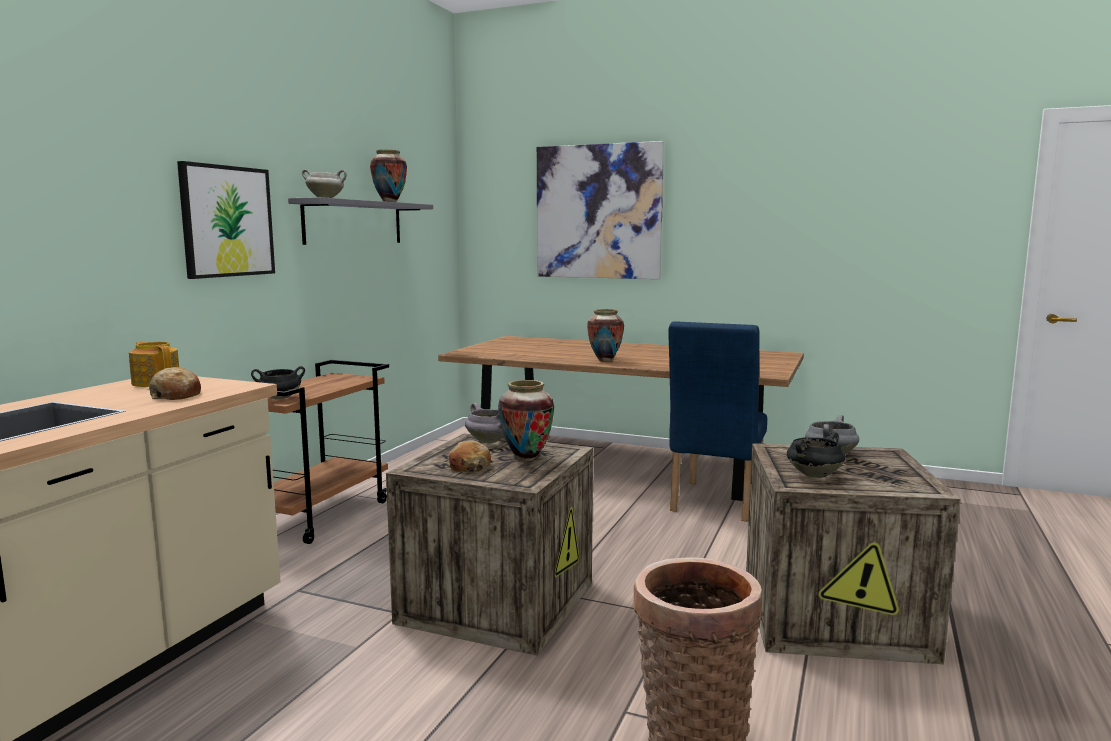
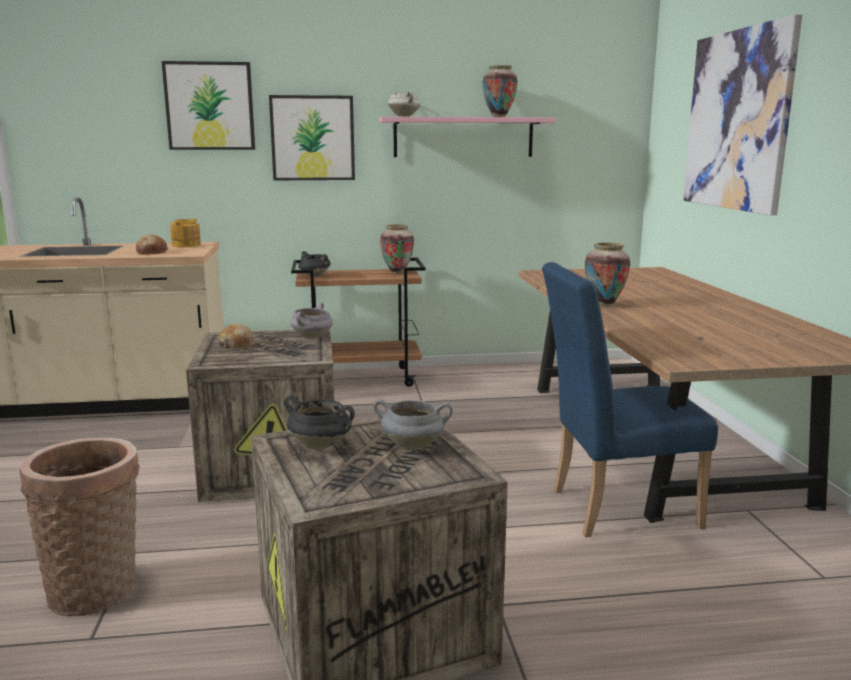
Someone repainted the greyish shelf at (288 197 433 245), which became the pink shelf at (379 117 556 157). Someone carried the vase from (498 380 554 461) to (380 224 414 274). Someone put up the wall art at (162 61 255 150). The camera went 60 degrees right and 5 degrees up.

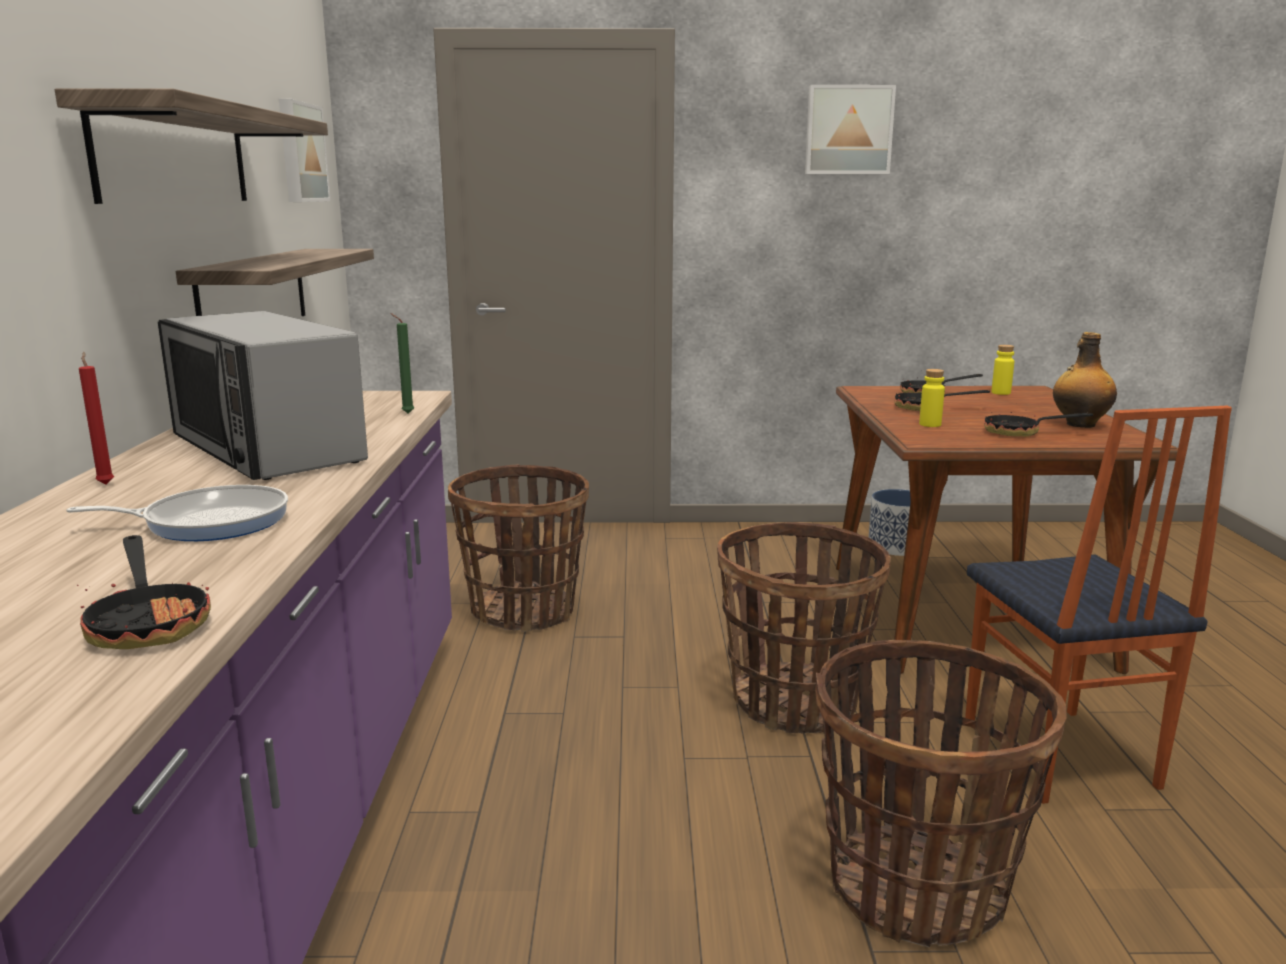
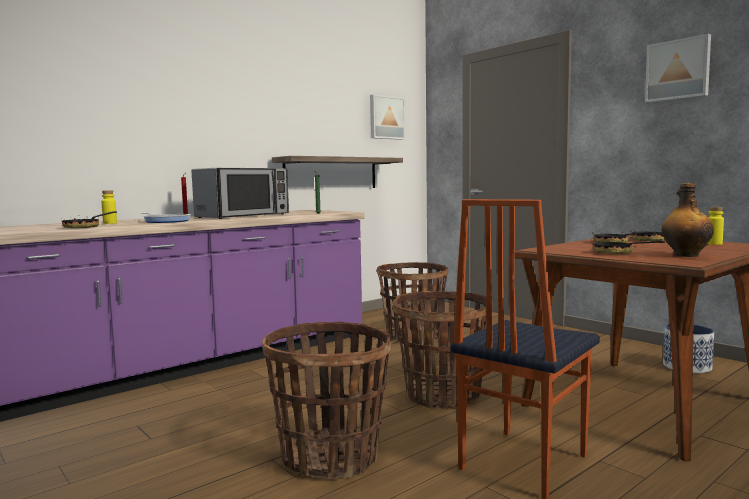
Someone took away the shelf at (55 88 328 204). Someone rotated the kitchen microwave at (158 311 368 480) by 150 degrees counterclockwise. Someone carried the yellowish bottle from (919 369 945 427) to (101 190 117 224). The camera went 50 degrees right and 10 degrees down.

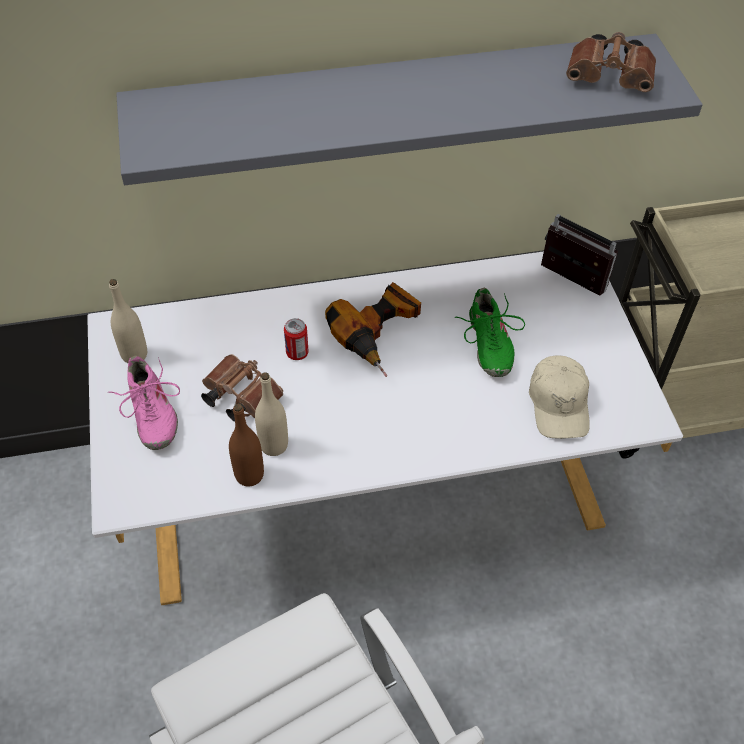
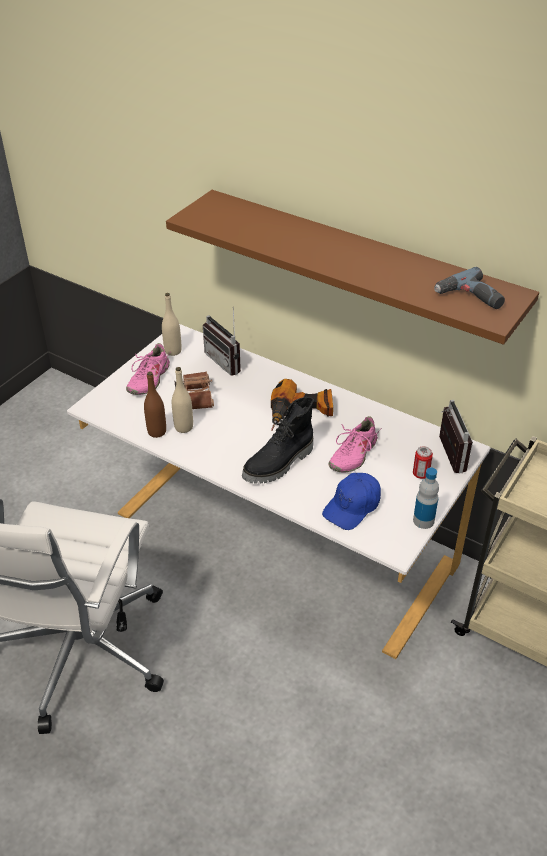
Someone repainted the greyish shelf at (116 34 703 185), which became the brownish shelf at (166 190 539 345). Someone carried the can from (284 318 309 360) to (413 446 433 479). Someone repainted the green-coloured low shoe at (455 288 525 377), which became the pink low shoe at (328 416 381 472). Someone repainted the beige baseball cap at (529 355 590 439), which became the blue baseball cap at (322 473 381 530). Someone swapped the brownish binoculars at (566 32 656 92) for the electric drill at (434 267 505 309). Someone put down the radio receiver at (203 307 241 376). Someone put down the black high-top boot at (242 397 314 483). Someone put down the bottle at (413 468 439 529). The camera went 45 degrees right and 10 degrees down.

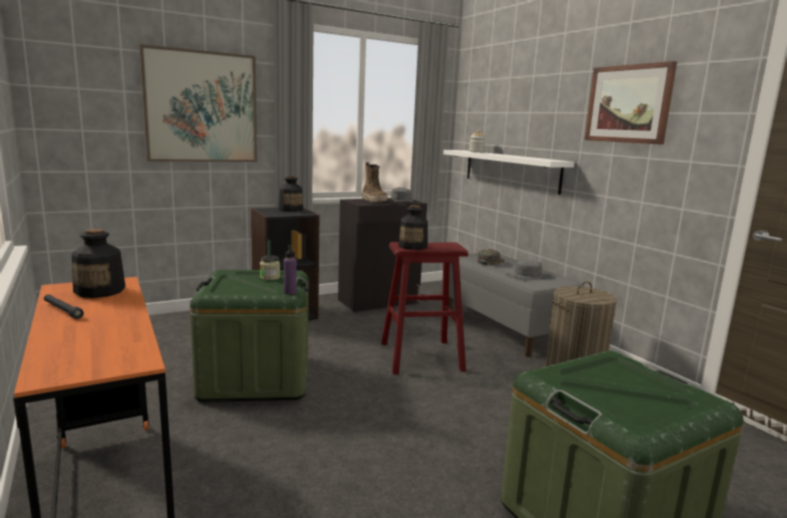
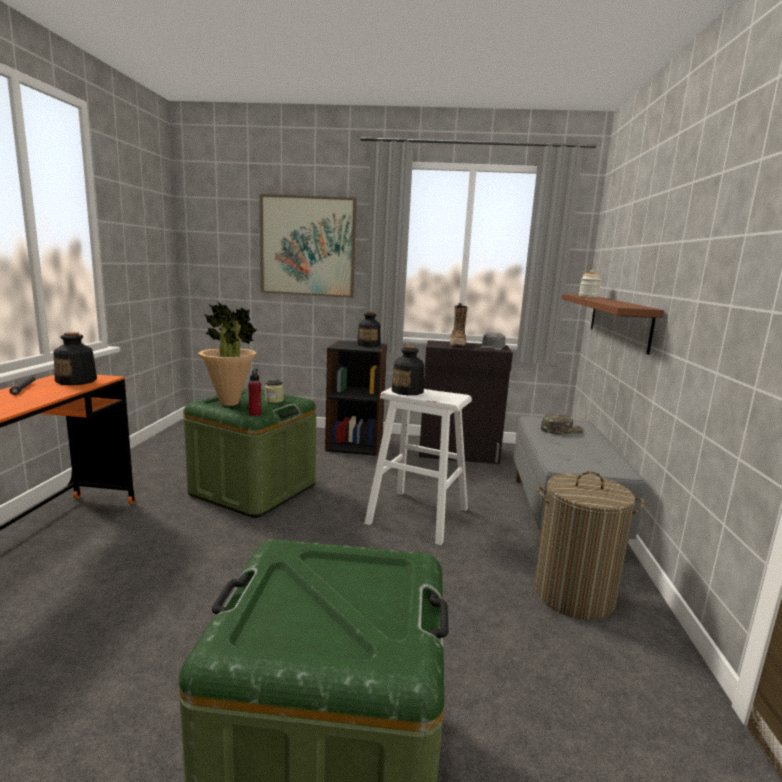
Someone repainted the purple-coloured bottle at (283 245 297 295), which became the reddish bottle at (248 369 262 416). Someone repainted the reddish sitting stool at (381 242 468 375), which became the white sitting stool at (364 387 472 545). Someone repainted the white shelf at (443 150 574 195), which became the brownish shelf at (562 294 664 355). Someone took away the greyish baseball cap at (505 260 542 279). Someone took away the wall art at (585 61 677 145). Someone put down the plant in a pot at (199 301 257 406). The camera went 35 degrees right and 0 degrees up.

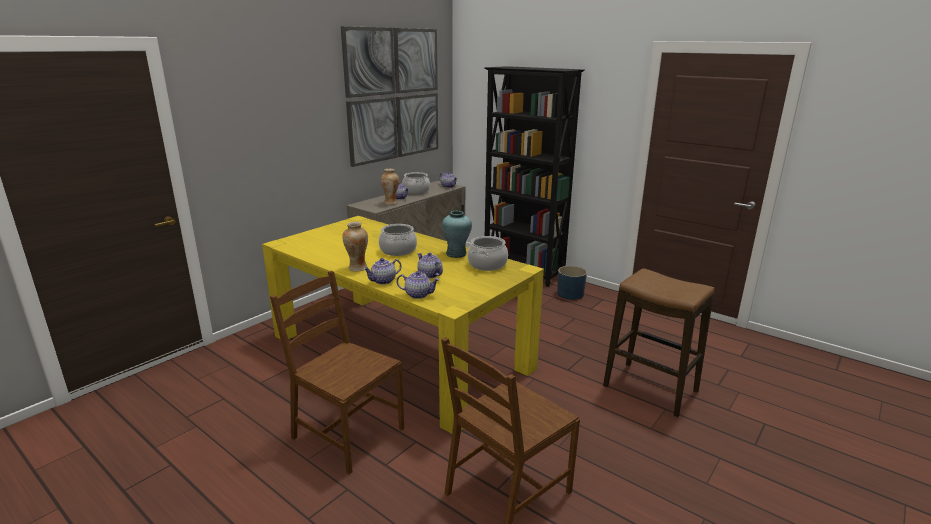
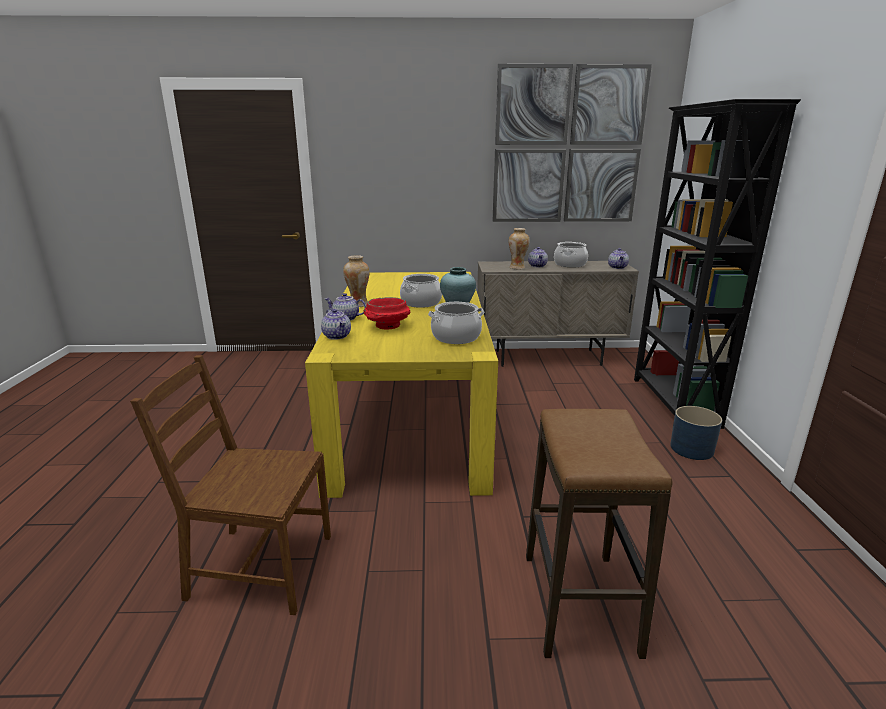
Someone took away the brownish upright chair at (270 271 404 475). Someone swapped the pot for tea at (417 253 443 279) for the reddish bowl at (364 297 410 329). The camera went 50 degrees right and 0 degrees up.

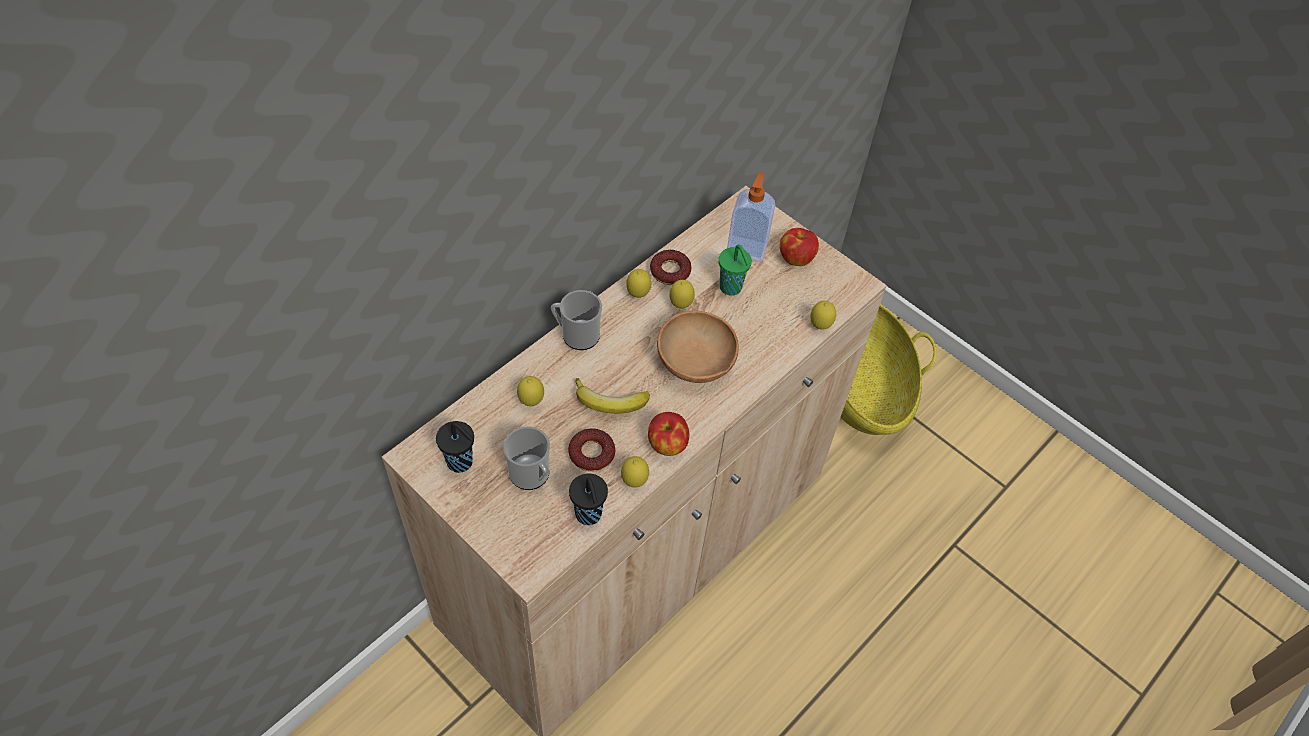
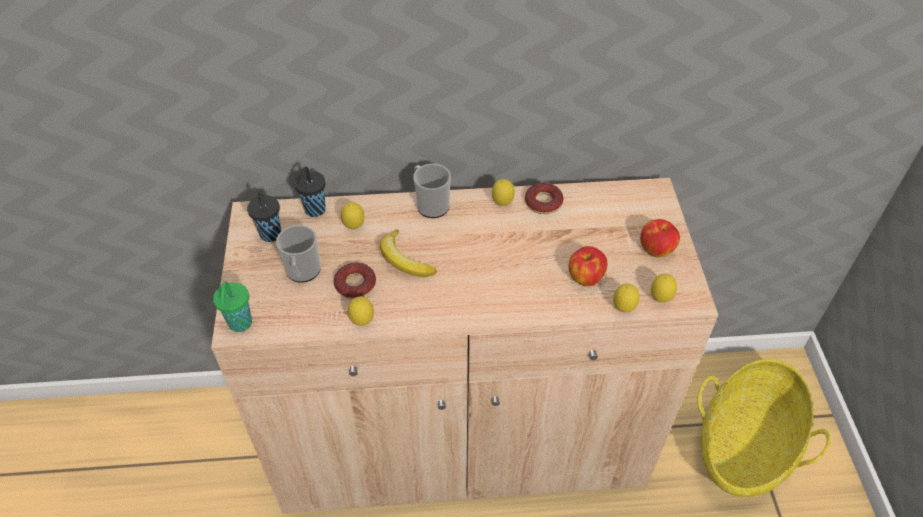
Someone carried the black drinking cup from (569 474 608 525) to (294 166 326 217). Someone carried the apple fruit from (648 412 689 456) to (569 246 608 286). Someone took away the brownish bowl at (657 311 739 383). Someone carried the whole lemon from (669 280 695 308) to (651 274 677 303). Someone carried the green-coloured drinking cup from (719 244 752 296) to (213 282 252 332). Someone took away the soap bottle at (727 172 775 262). The camera went 45 degrees right and 5 degrees down.

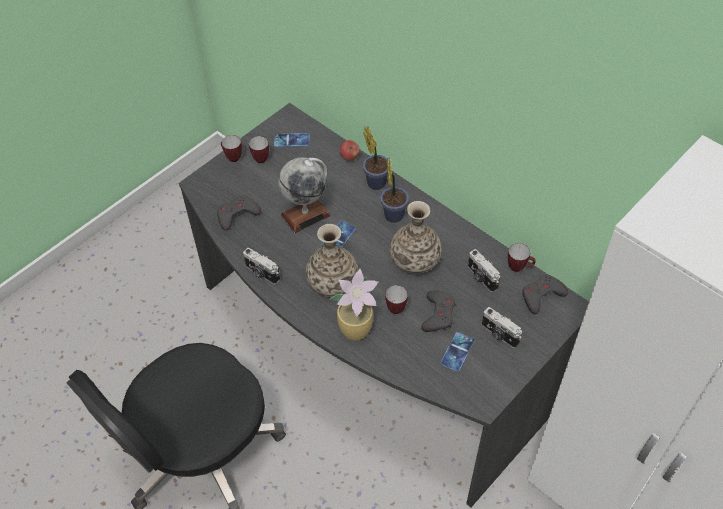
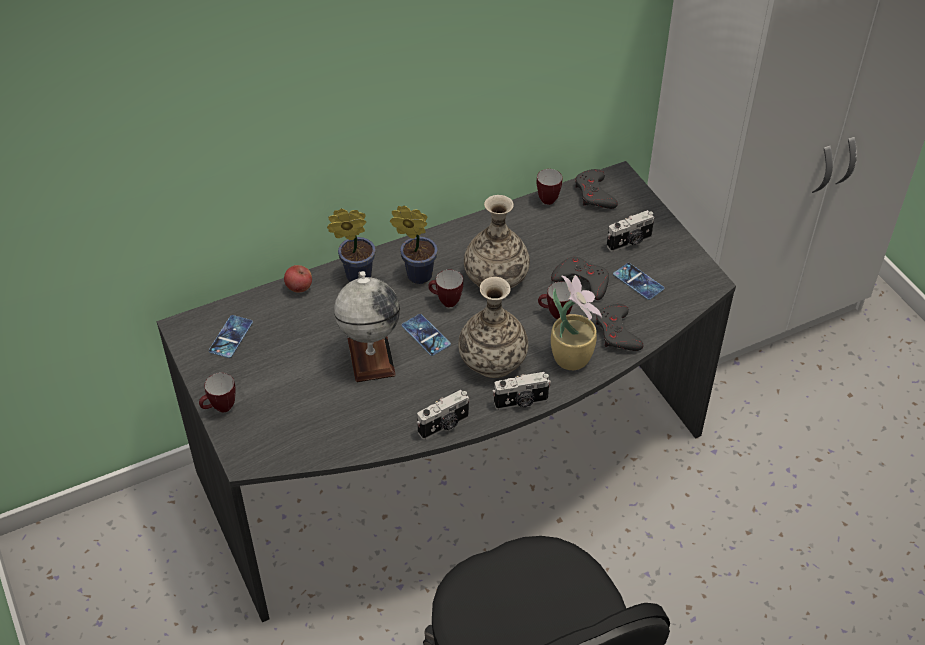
Someone carried the greyish joypad from (217 196 261 231) to (596 304 644 351). Someone carried the tea mug from (249 136 269 163) to (428 270 463 307). Someone carried the photo camera from (468 249 500 292) to (493 372 551 410). The camera went 70 degrees left and 5 degrees down.

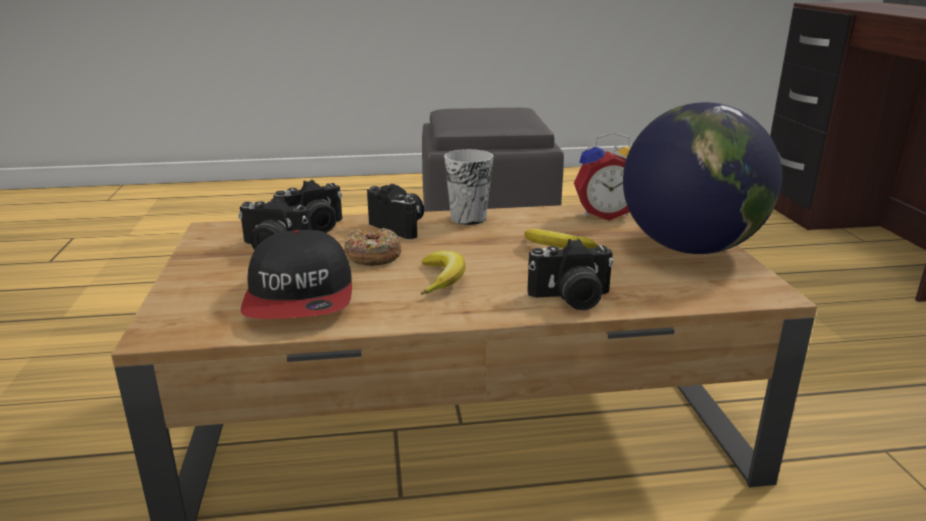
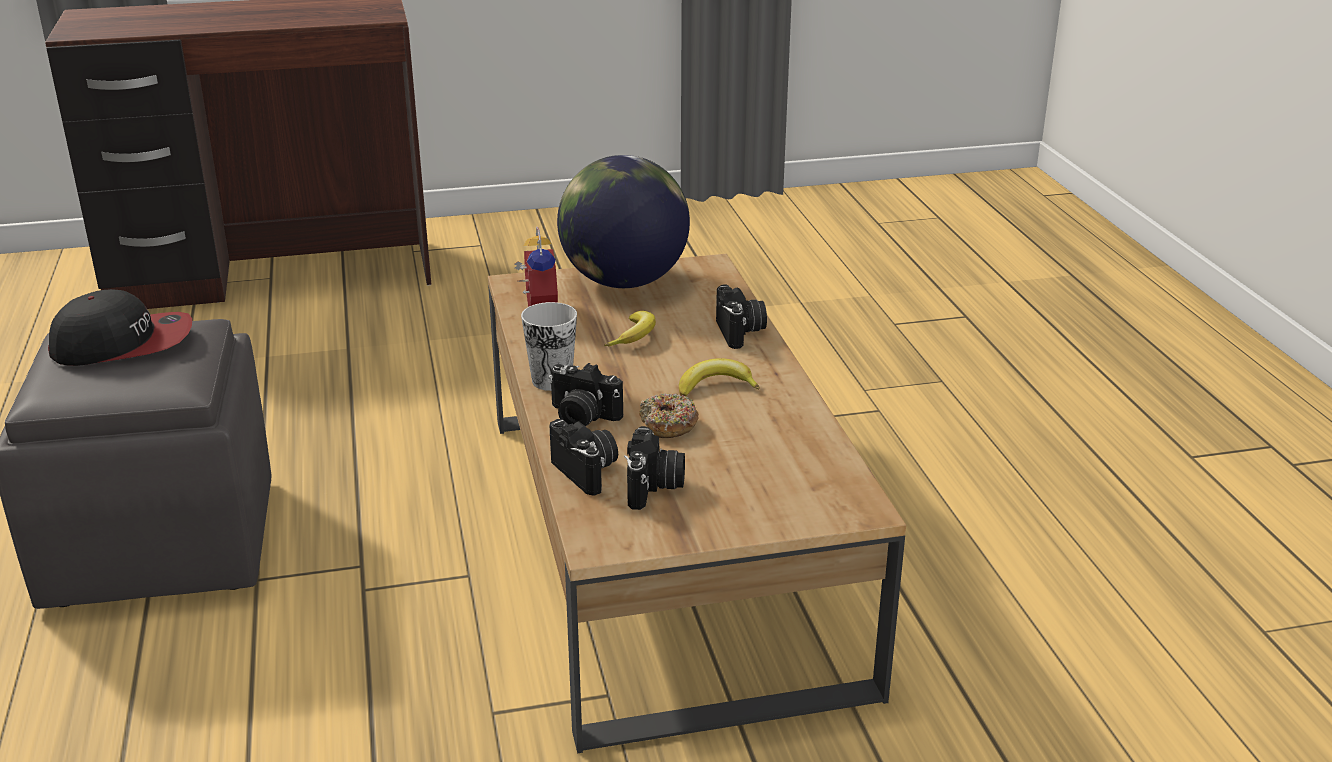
Someone carried the baseball cap from (241 230 352 319) to (48 289 192 366). Someone rotated the photo camera at (367 184 424 239) by 105 degrees counterclockwise. The camera went 95 degrees left and 5 degrees up.

